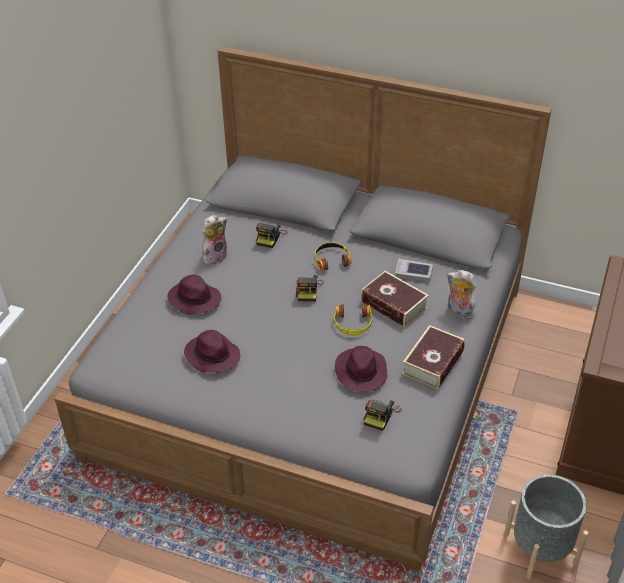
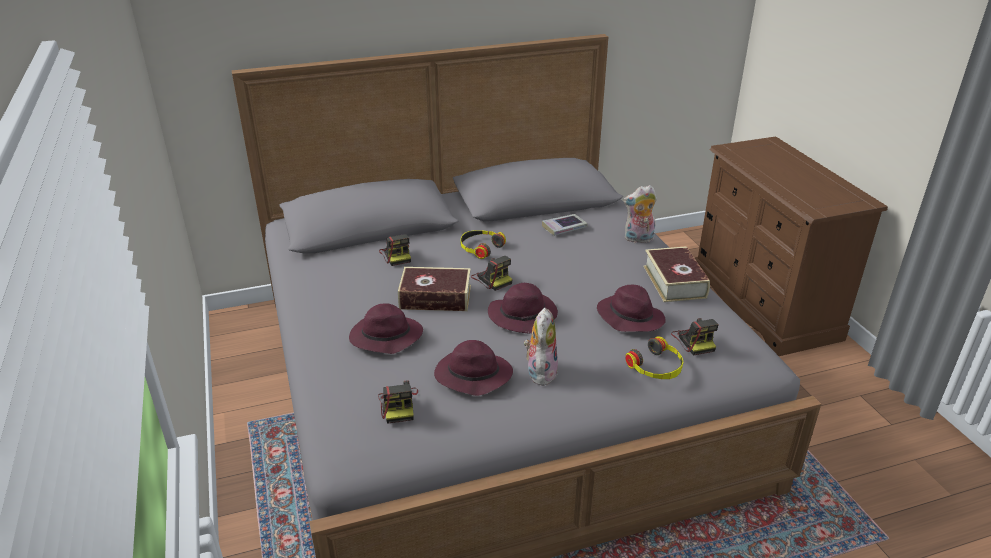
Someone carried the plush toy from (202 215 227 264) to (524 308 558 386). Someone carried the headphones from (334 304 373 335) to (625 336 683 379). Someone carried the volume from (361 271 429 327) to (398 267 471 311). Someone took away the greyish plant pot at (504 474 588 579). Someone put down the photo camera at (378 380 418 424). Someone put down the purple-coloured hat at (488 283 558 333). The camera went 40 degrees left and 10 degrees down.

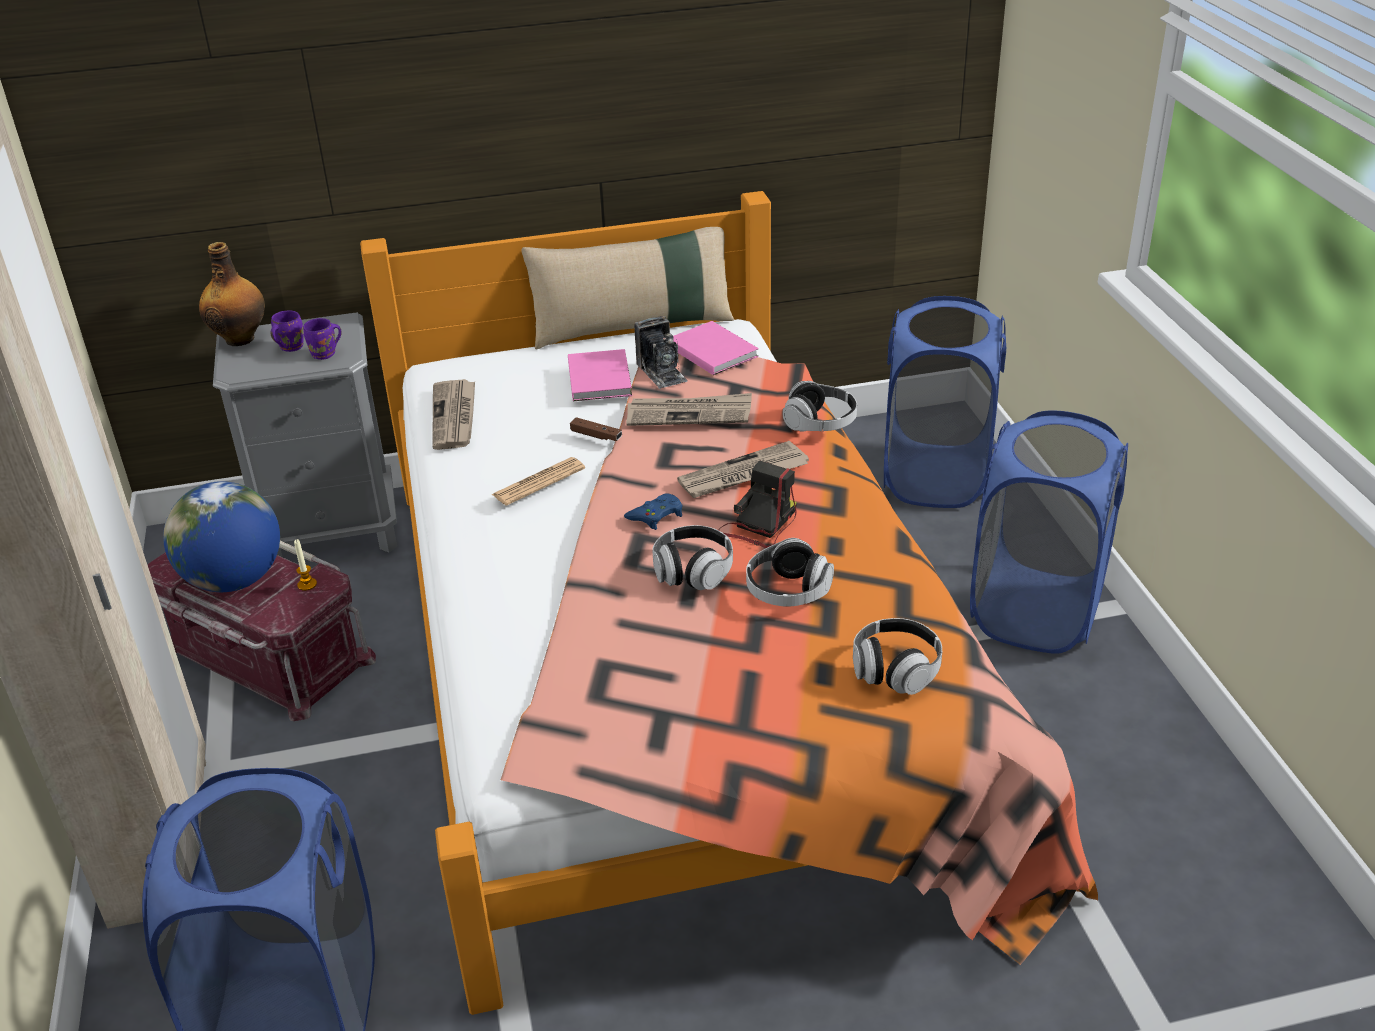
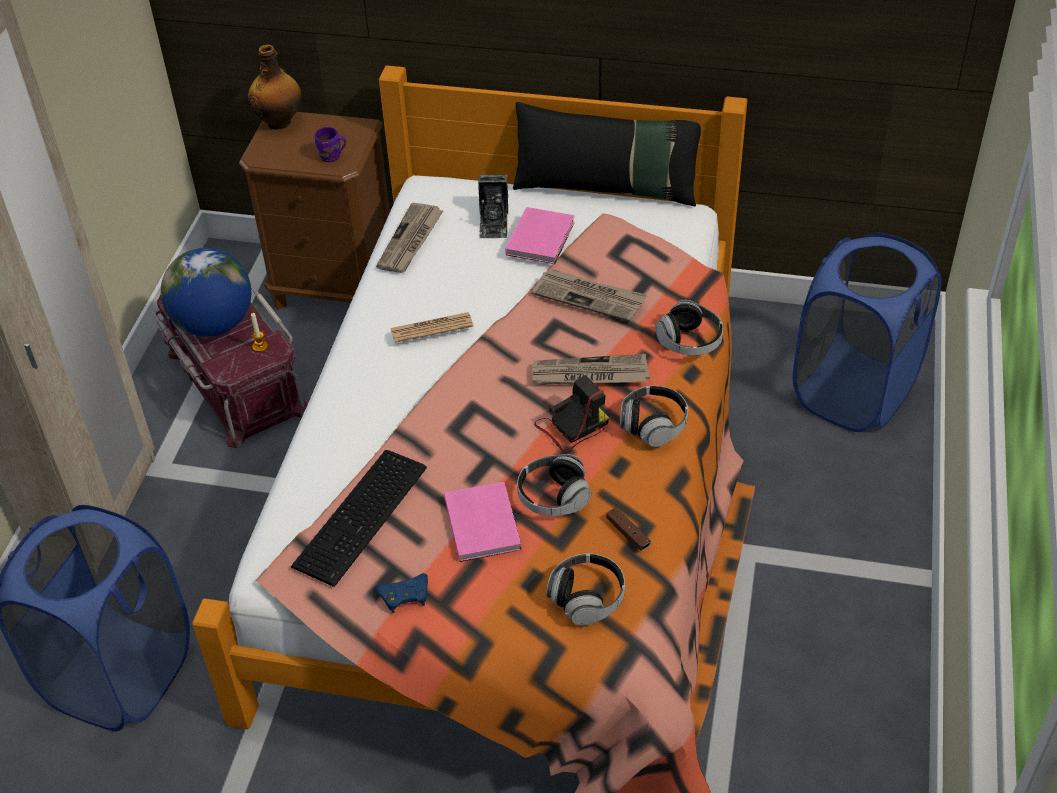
Someone repainted the greyish nightstand at (213 312 397 557), which became the brownish nightstand at (239 112 390 309). Someone took away the purple-coloured tea mug at (271 311 303 352). Someone repainted the beige throw pillow at (522 227 734 350), which became the black throw pillow at (513 102 701 206). Someone carried the brownish joypad from (570 417 622 441) to (606 507 651 551). Someone carried the blue joypad from (624 493 682 530) to (376 573 428 613). Someone carried the photo camera from (634 316 688 389) to (478 174 508 238). Someone carried the headphones from (652 525 733 590) to (620 386 688 447). Someone carried the pink volume from (673 321 759 375) to (444 482 522 562). Someone took away the blue hamper at (970 410 1128 654). Someone put down the PC keyboard at (291 450 427 587). The camera went 25 degrees right and 10 degrees up.

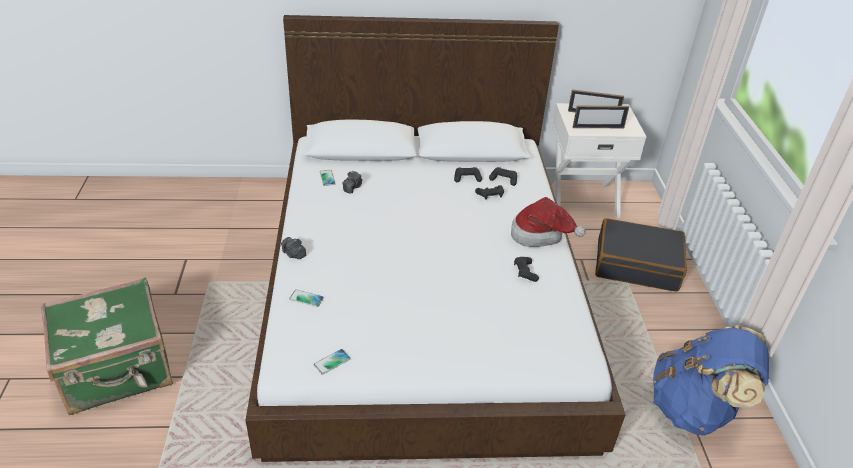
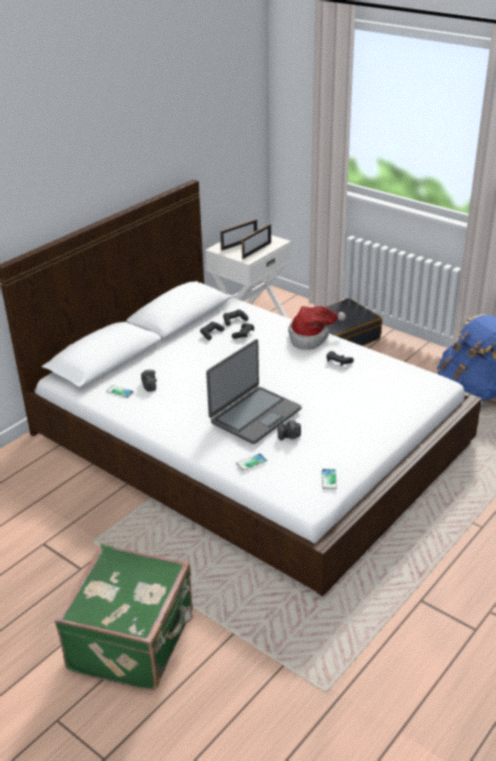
Someone carried the photo camera from (281 237 306 259) to (277 420 301 441). Someone put down the portable computer at (206 339 301 444). The camera went 45 degrees left and 5 degrees down.

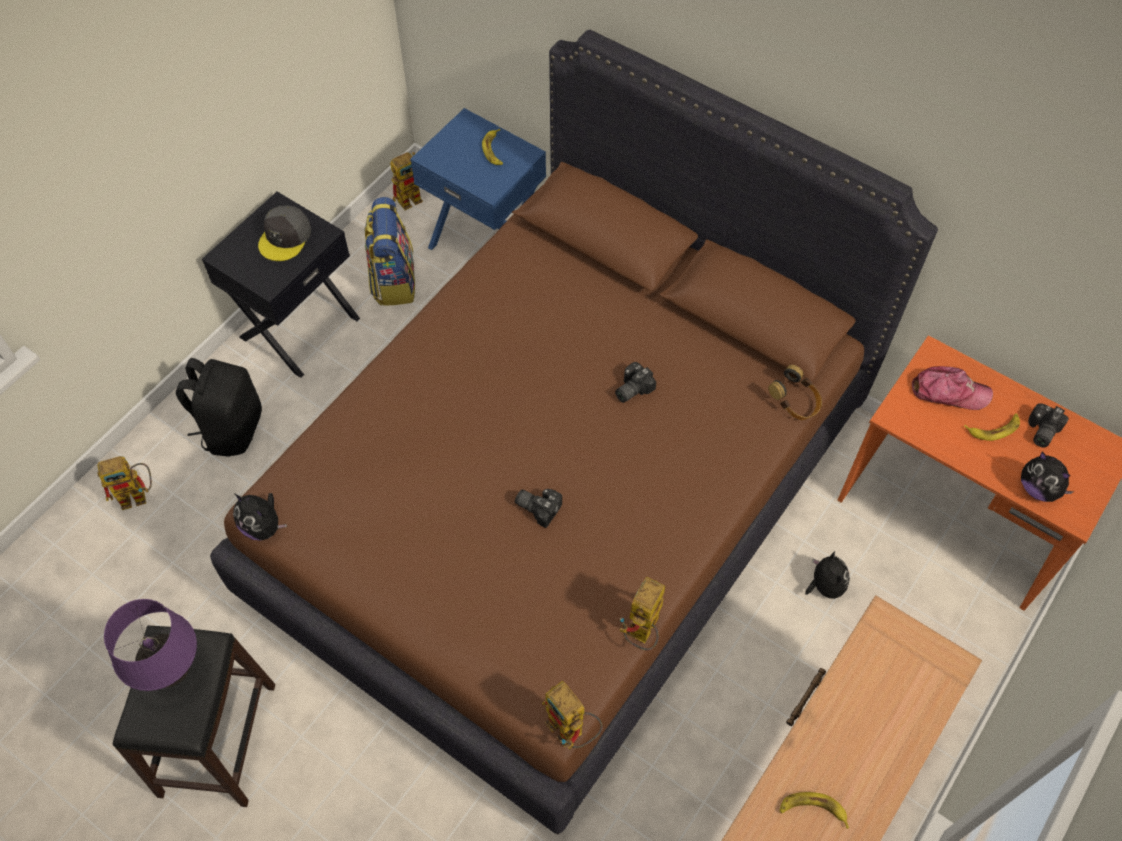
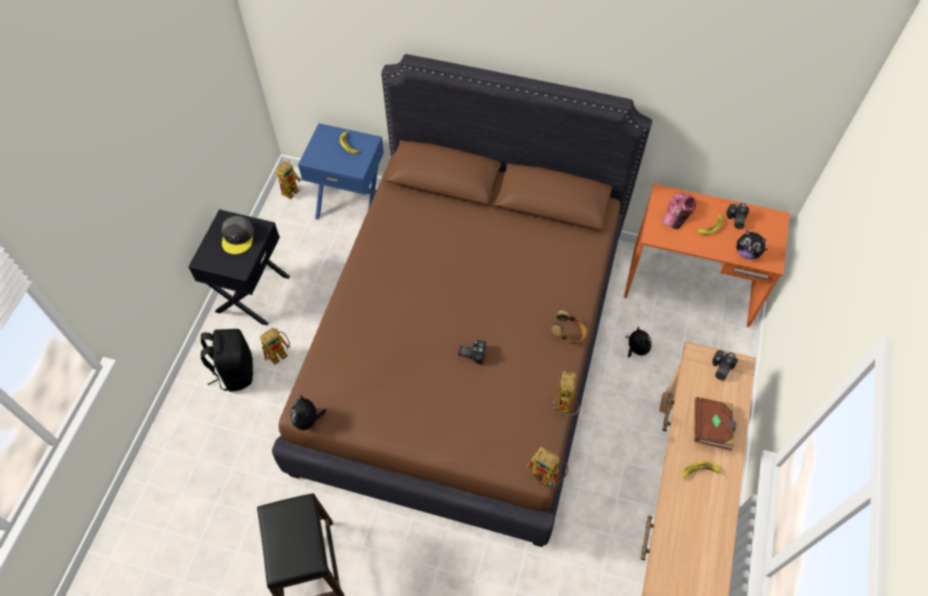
Someone carried the toy robot from (97 456 152 510) to (260 328 290 365). Someone took away the purple-coloured lamp for a table at (104 599 197 691). Someone rotated the plush toy at (233 493 287 541) by 75 degrees clockwise. Someone took away the knapsack at (365 197 415 306). Someone carried the photo camera from (615 362 656 403) to (712 350 738 380). Someone carried the headphones from (768 365 822 420) to (551 310 586 344). Someone rotated the baseball cap at (911 366 993 410) by 135 degrees clockwise. Someone put down the brownish volume at (694 397 736 450). The camera went 20 degrees left and 0 degrees up.

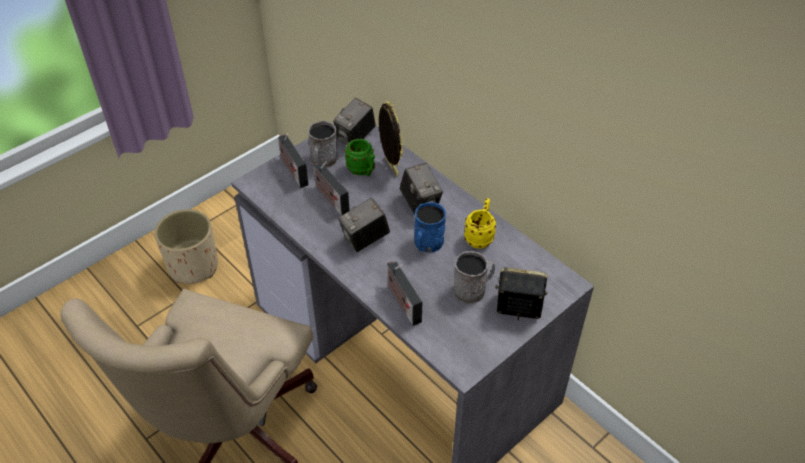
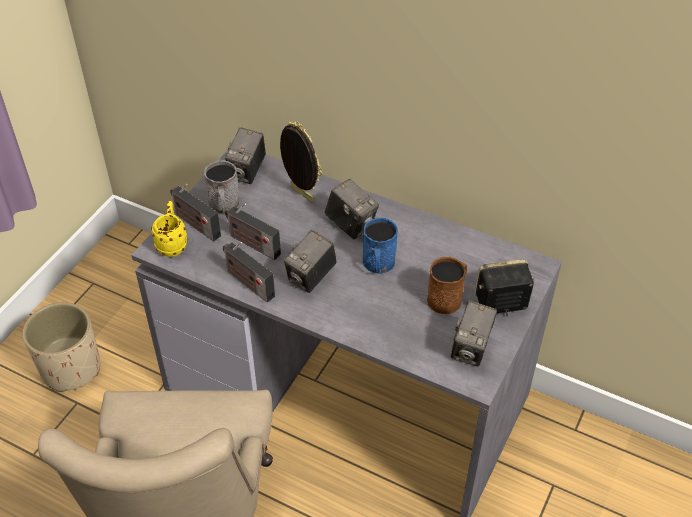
Someone took away the green-coloured tea mug at (344 139 375 177). Someone carried the radio receiver from (387 262 422 326) to (223 242 275 302). Someone repainted the greyish tea mug at (453 251 495 304), which became the brownish tea mug at (427 257 467 314). Someone carried the yellowish tea mug from (464 198 496 249) to (151 201 188 257). Someone put down the photo camera at (451 300 497 366). The camera went 20 degrees left and 0 degrees up.

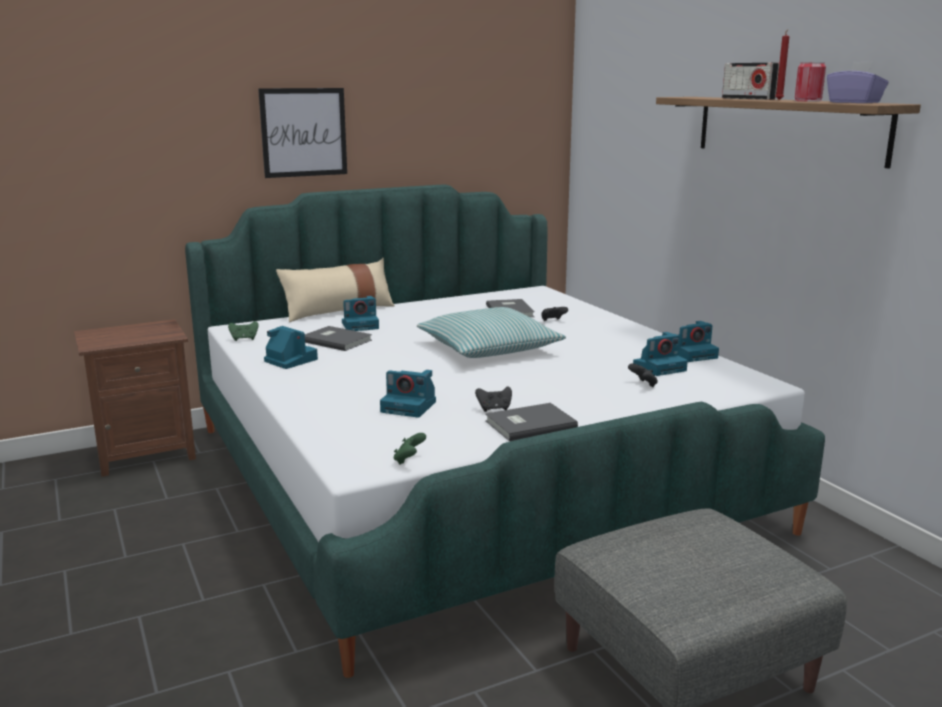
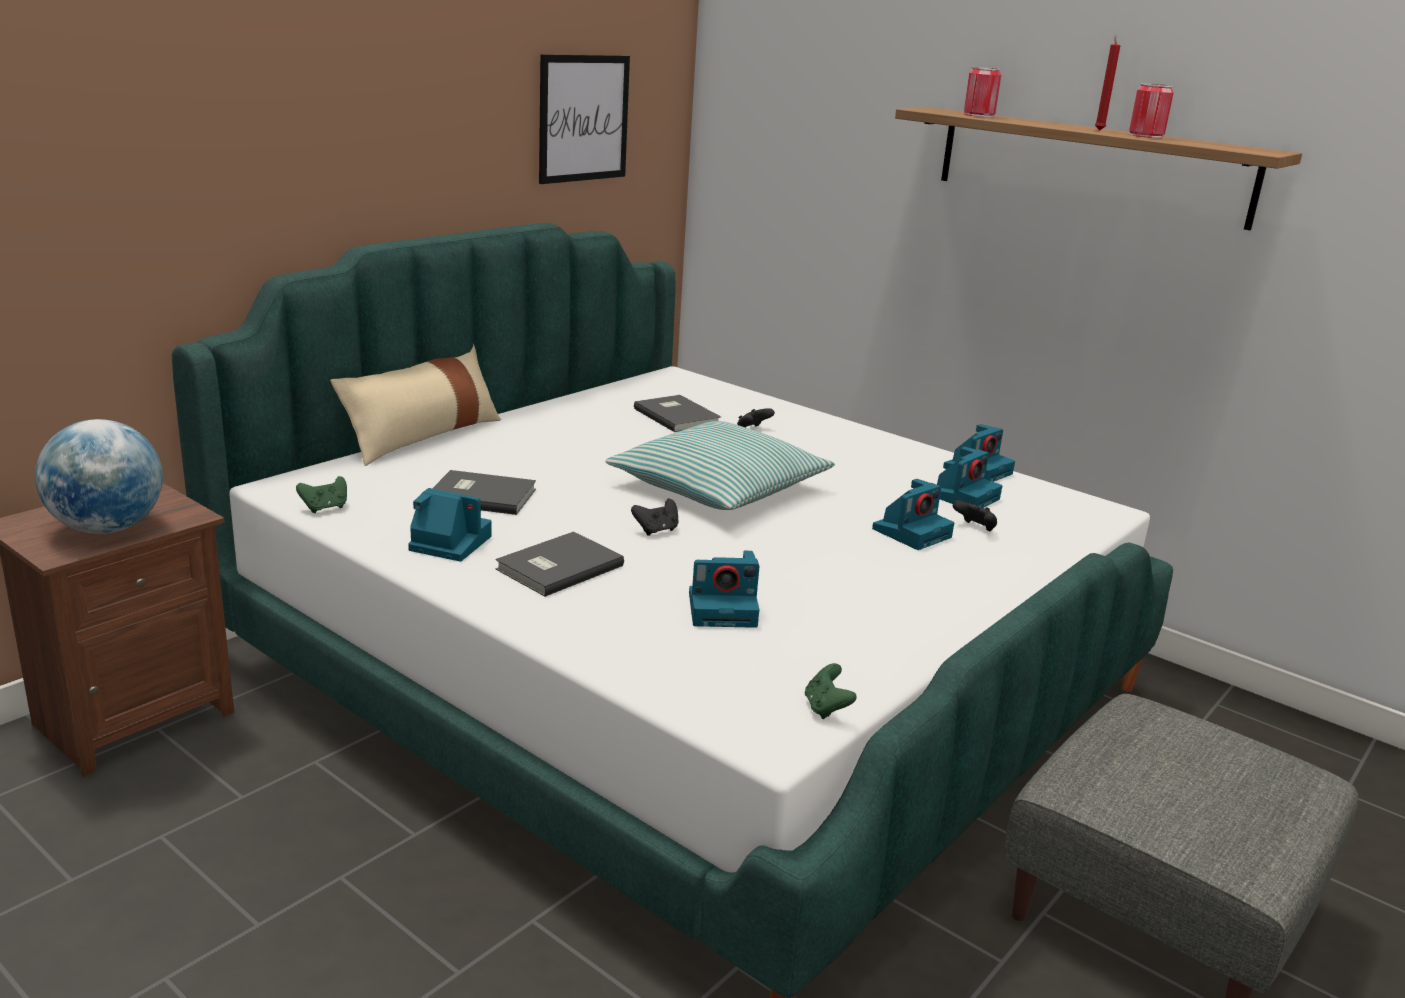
Someone carried the wall art from (258 88 347 178) to (539 54 630 184). Someone carried the photo camera from (342 296 379 331) to (872 479 954 550). Someone carried the black joypad from (475 386 512 412) to (631 499 678 536). Someone carried the greyish volume from (485 403 578 441) to (495 532 624 597). Someone took away the radio receiver at (722 63 779 100). Someone took away the purple-coloured tissue box at (827 61 889 103). Someone put down the desk globe at (35 419 163 534). Someone put down the can at (964 67 1001 117). The camera went 25 degrees left and 5 degrees up.

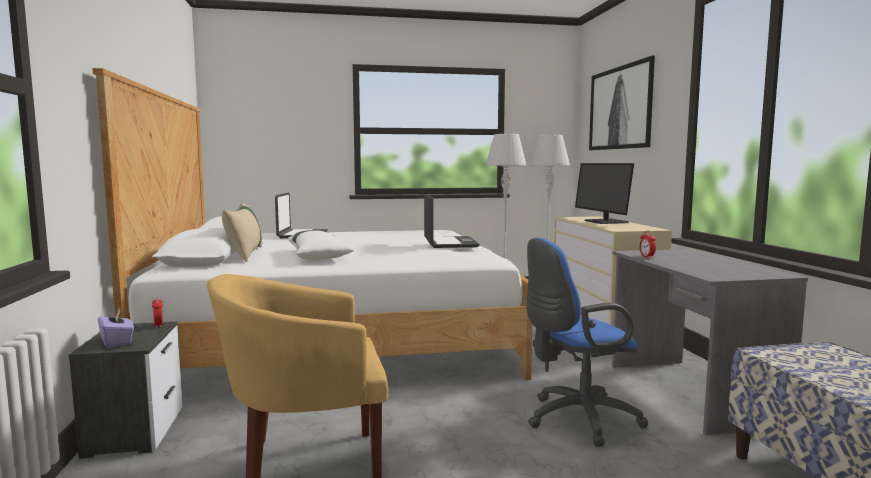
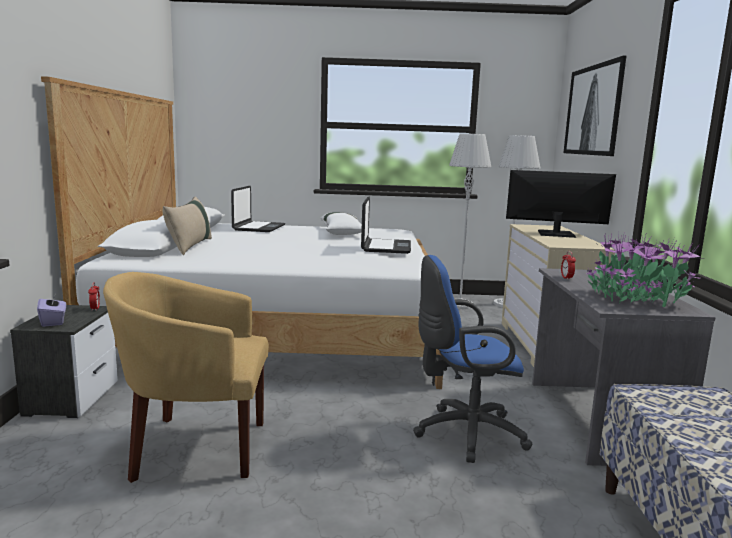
Someone carried the white throw pillow from (288 230 354 260) to (320 212 362 235). Someone rotated the computer screen at (575 163 634 224) by 105 degrees clockwise. Someone put down the plant in a pot at (584 231 704 307). The camera went 10 degrees right and 5 degrees up.

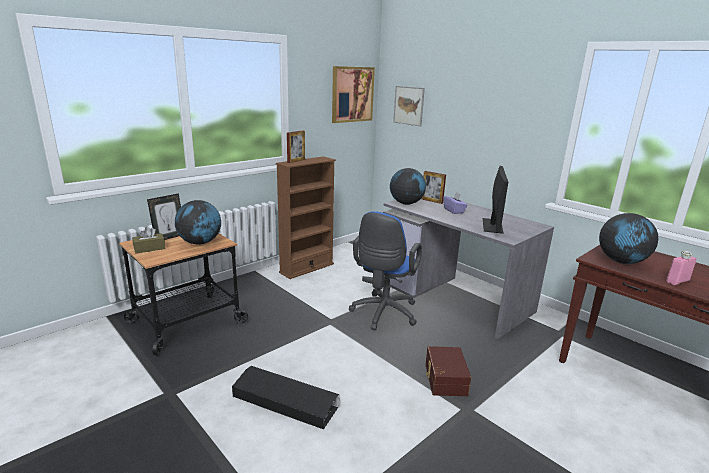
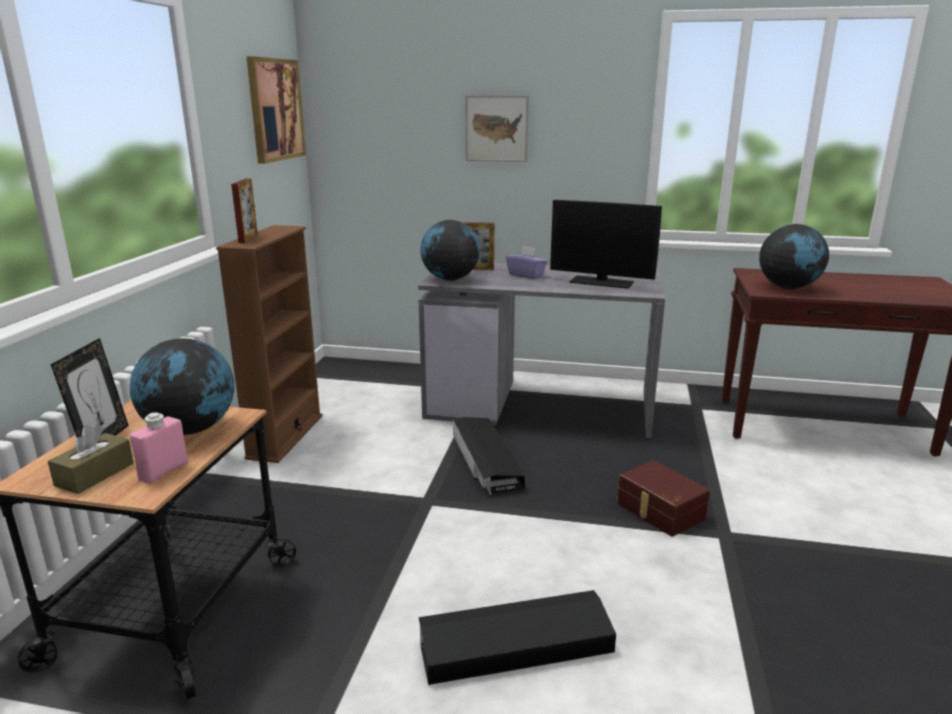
Someone swapped the blue office chair at (349 211 422 331) for the black storage bin at (453 417 525 495). Someone carried the wall art from (393 86 425 127) to (465 95 529 162). Someone rotated the computer screen at (483 166 508 234) by 135 degrees clockwise. Someone carried the pink bottle from (666 251 697 285) to (130 412 188 484). The camera went 35 degrees left and 0 degrees up.

